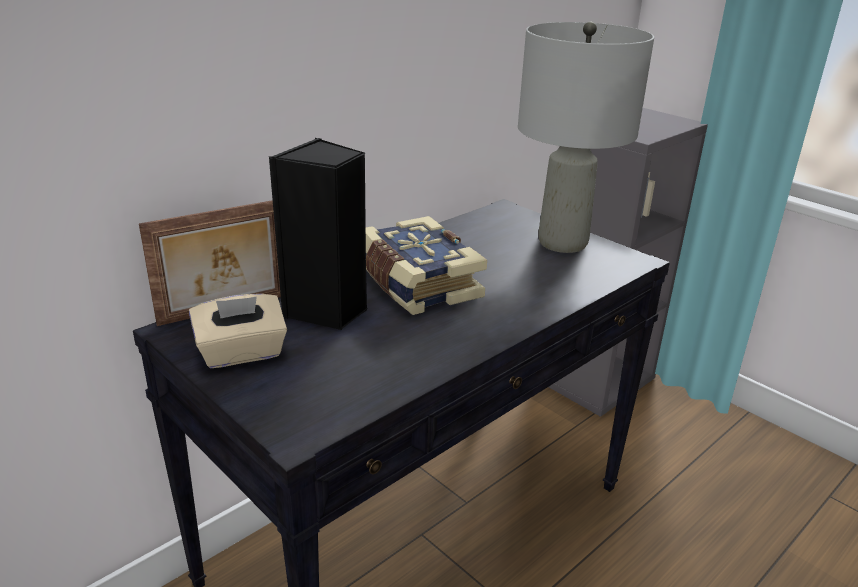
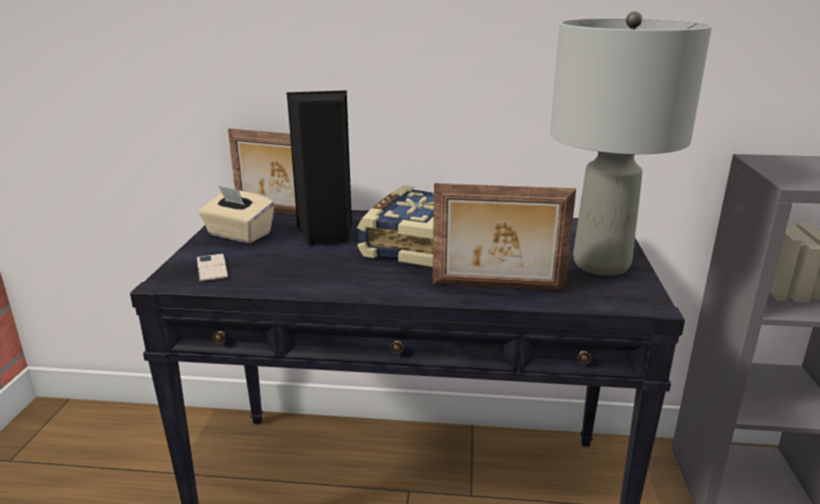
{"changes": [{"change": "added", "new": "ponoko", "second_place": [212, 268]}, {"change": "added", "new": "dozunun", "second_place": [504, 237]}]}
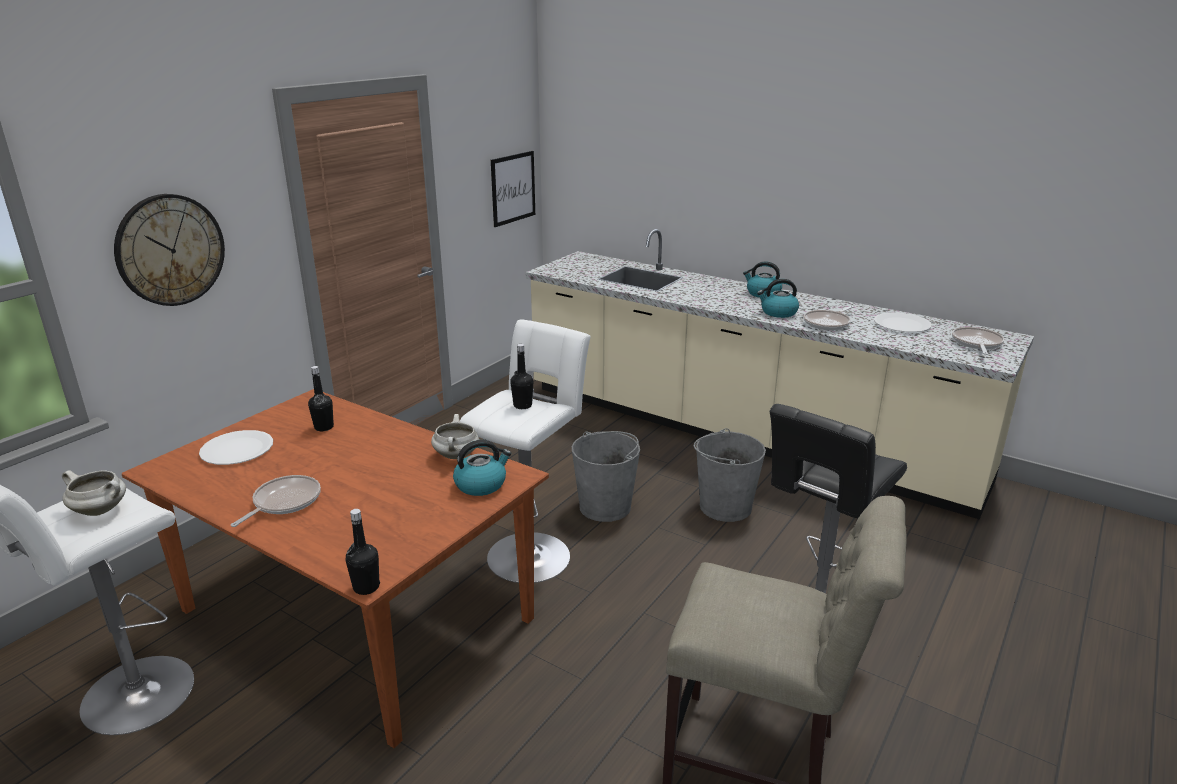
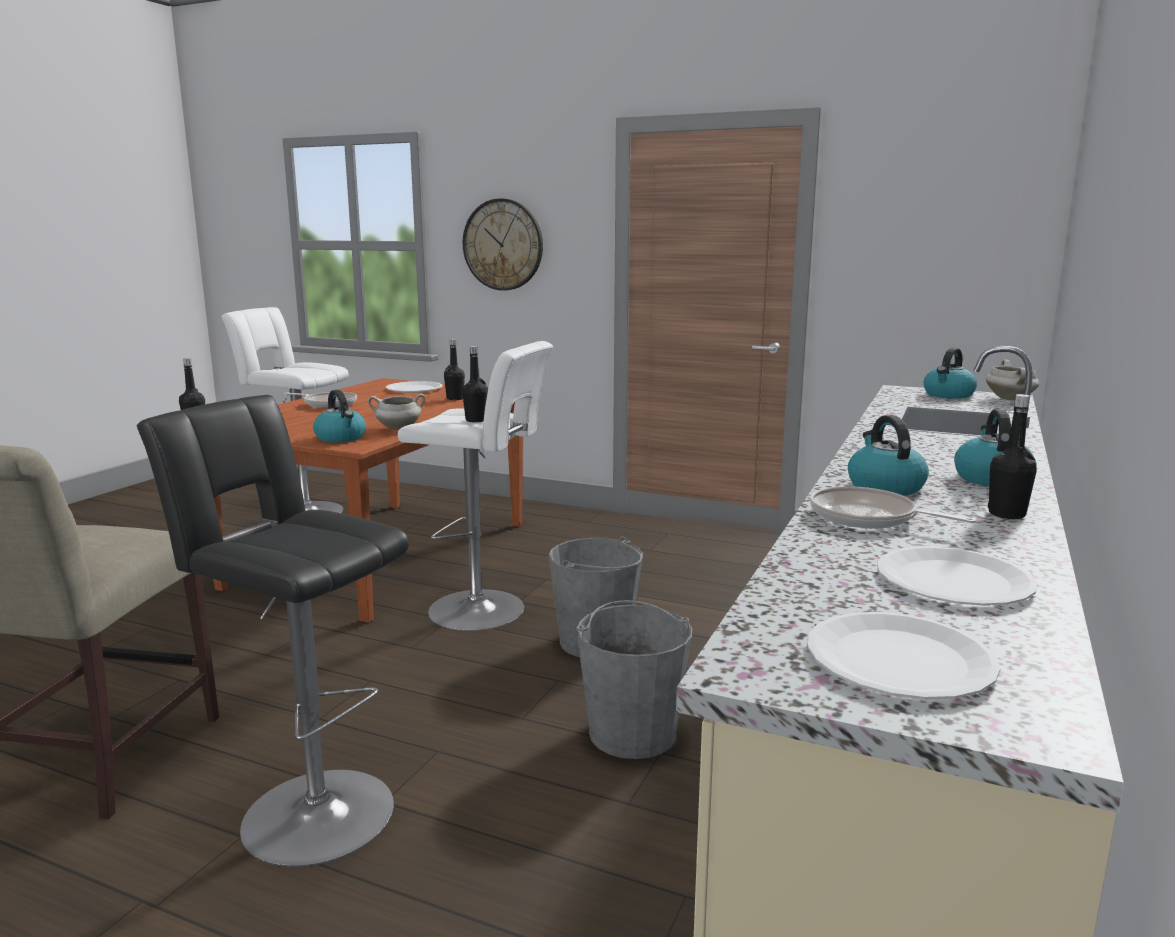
{"changes": [{"change": "moved", "old": "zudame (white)", "first_place": [94, 493], "second_place": [1012, 380]}, {"change": "removed", "old": "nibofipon", "first_place": [513, 189]}, {"change": "replaced", "old": "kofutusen", "new": "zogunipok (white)", "first_place": [978, 341], "second_place": [904, 656]}, {"change": "added", "new": "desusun", "second_place": [950, 373]}, {"change": "added", "new": "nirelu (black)", "second_place": [1012, 456]}]}
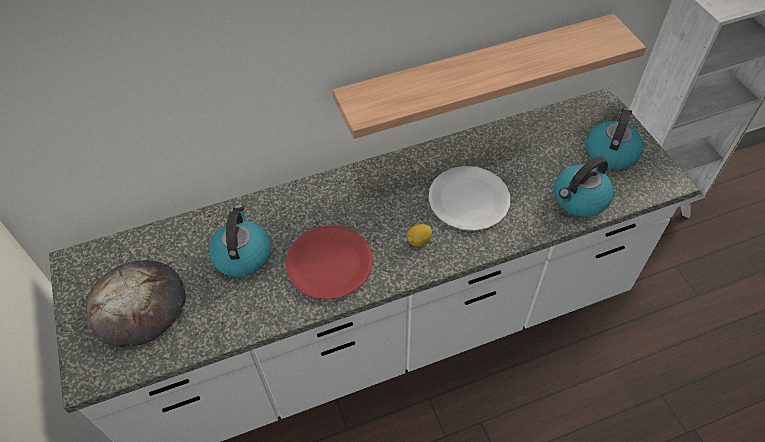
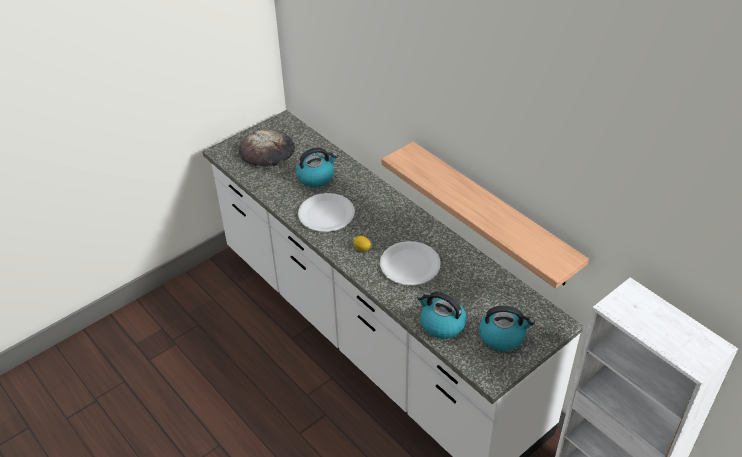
{"changes": [{"change": "recoloured", "old": "zogunipok (red)", "new": "zogunipok (white)", "first_place": [329, 262], "second_place": [326, 212]}]}
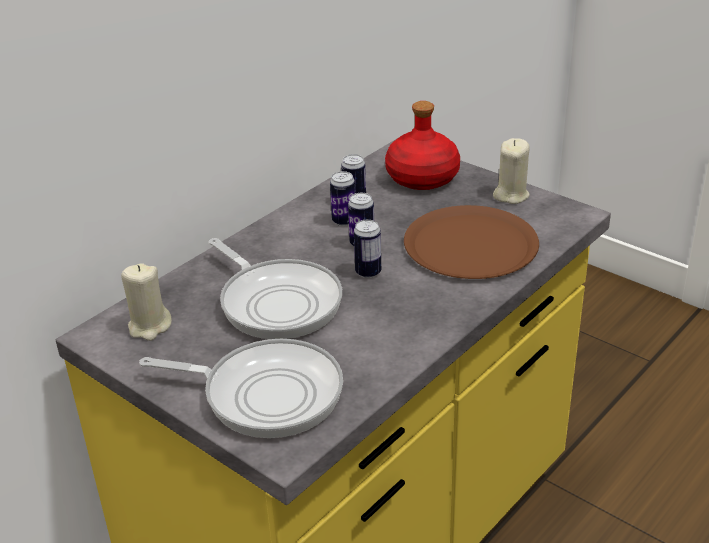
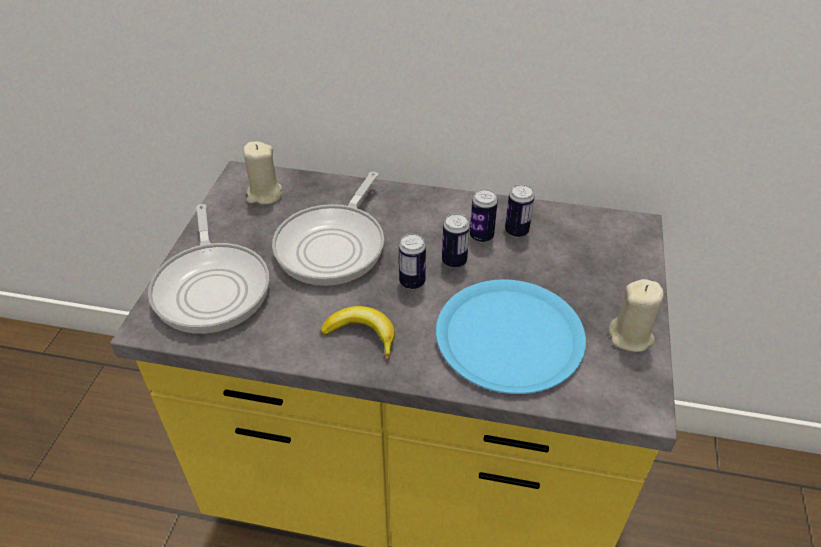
{"changes": [{"change": "removed", "old": "nirelu (red)", "first_place": [422, 145]}, {"change": "recoloured", "old": "zogunipok (brown)", "new": "zogunipok (blue)", "first_place": [471, 242], "second_place": [511, 337]}, {"change": "added", "new": "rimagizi", "second_place": [358, 332]}]}
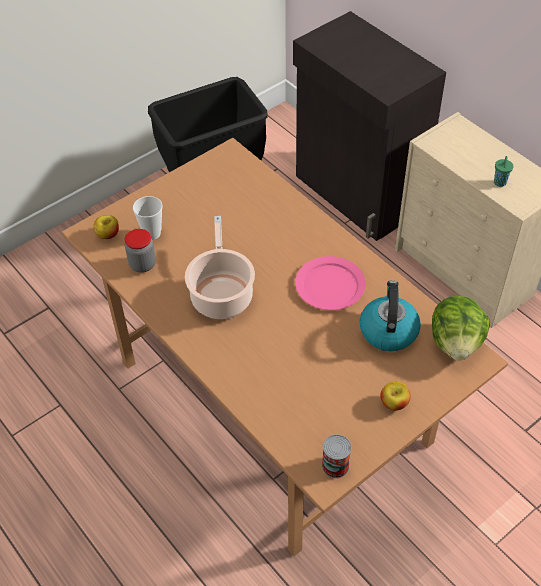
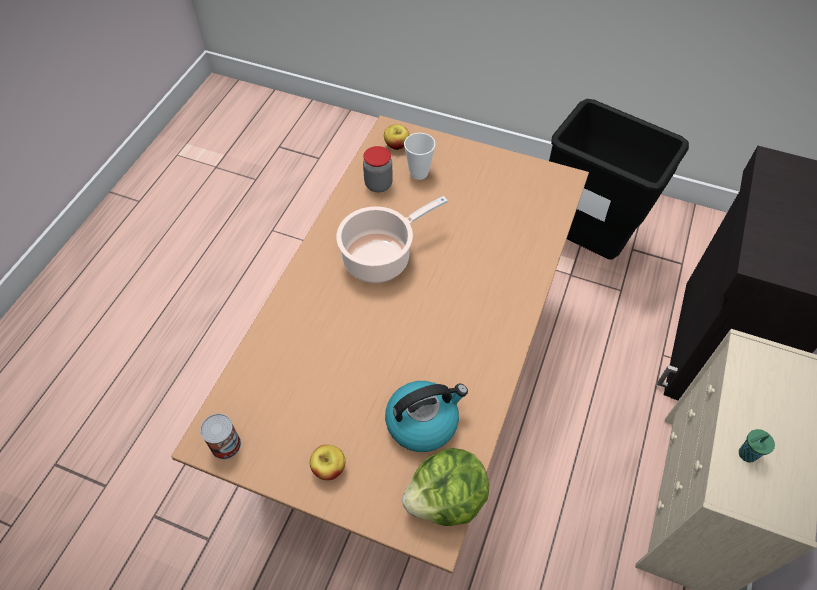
{"changes": [{"change": "removed", "old": "zogunipok (pink)", "first_place": [330, 283]}]}
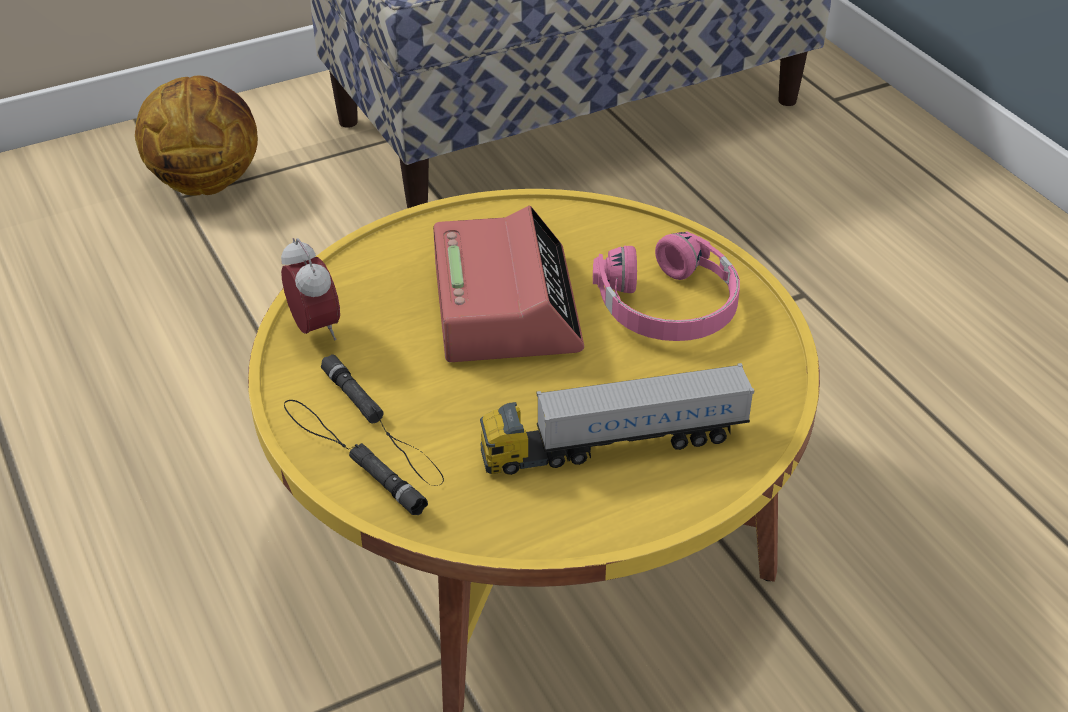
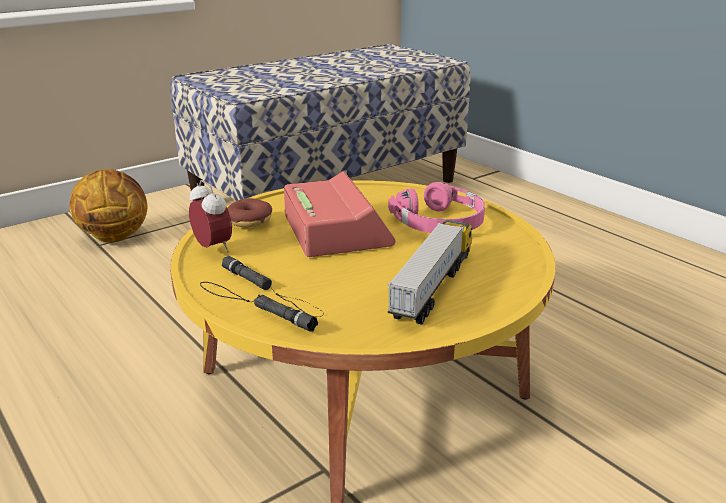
{"changes": [{"change": "turned", "old": "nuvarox", "first_place": [617, 419], "second_place": [430, 272], "degrees": 135}, {"change": "added", "new": "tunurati", "second_place": [250, 212]}]}
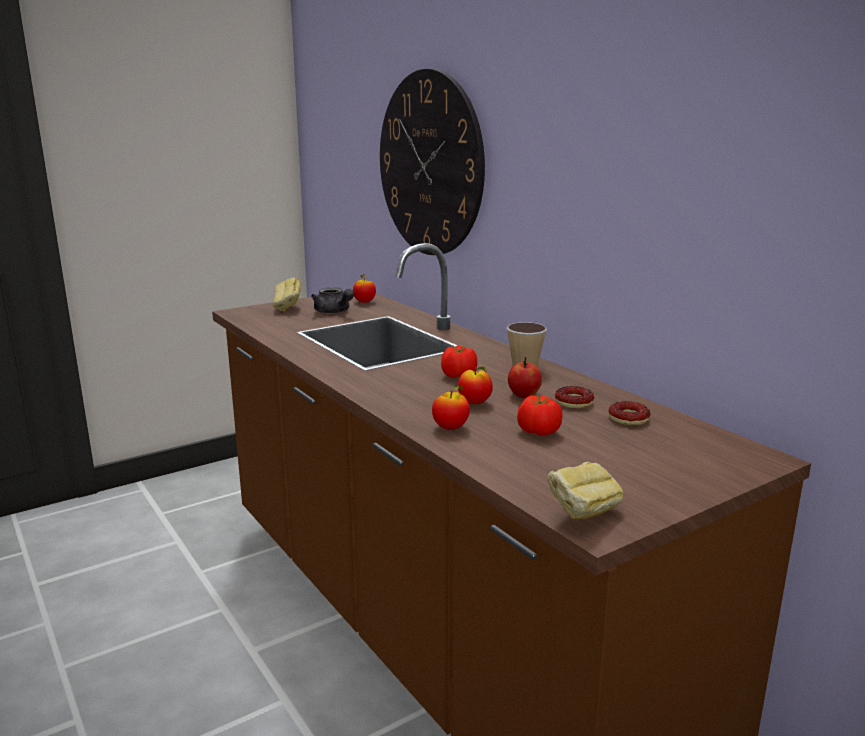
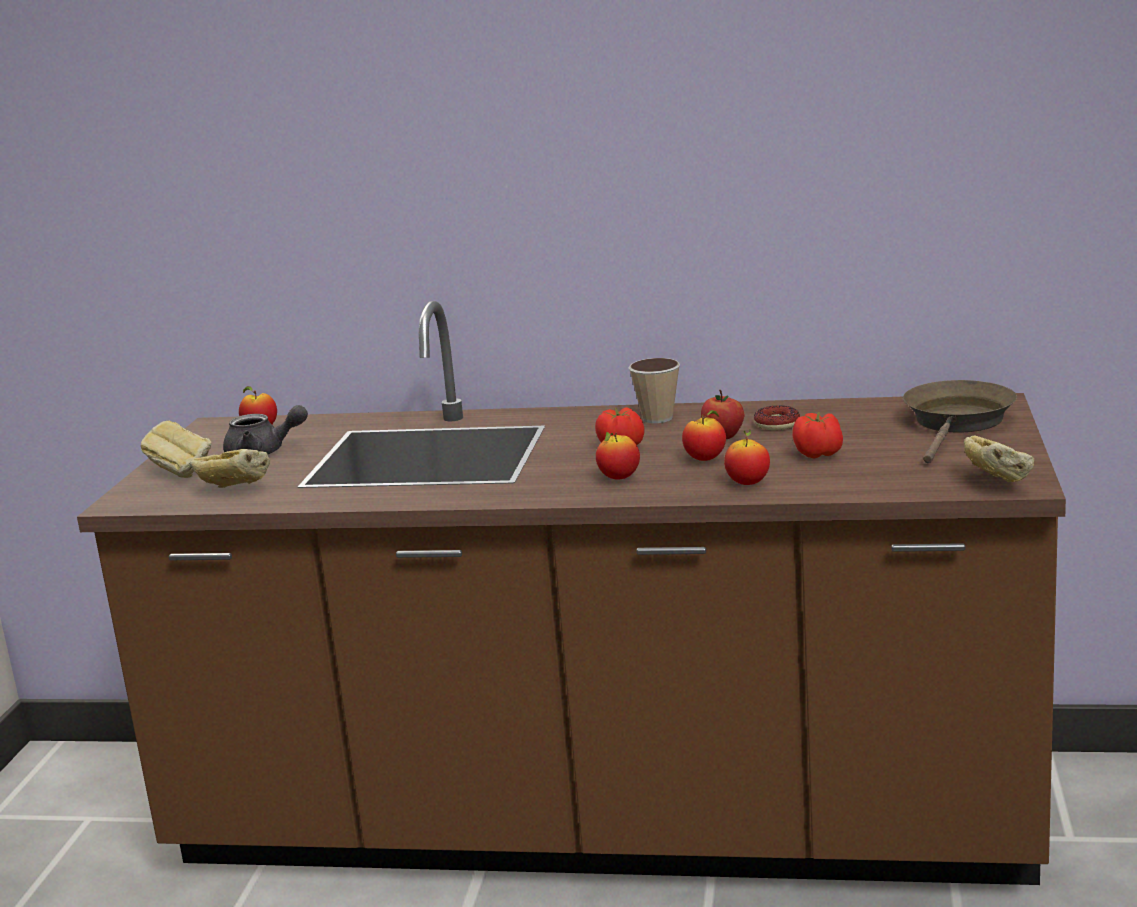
{"changes": [{"change": "removed", "old": "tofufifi", "first_place": [432, 162]}, {"change": "removed", "old": "tunurati", "first_place": [629, 413]}, {"change": "added", "new": "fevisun", "second_place": [229, 468]}, {"change": "added", "new": "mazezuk", "second_place": [618, 456]}, {"change": "added", "new": "kofutusen (brown)", "second_place": [960, 421]}]}
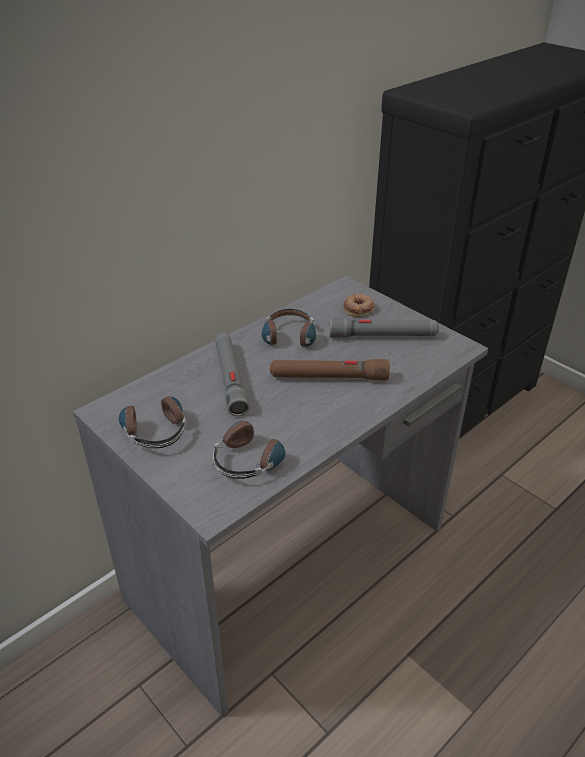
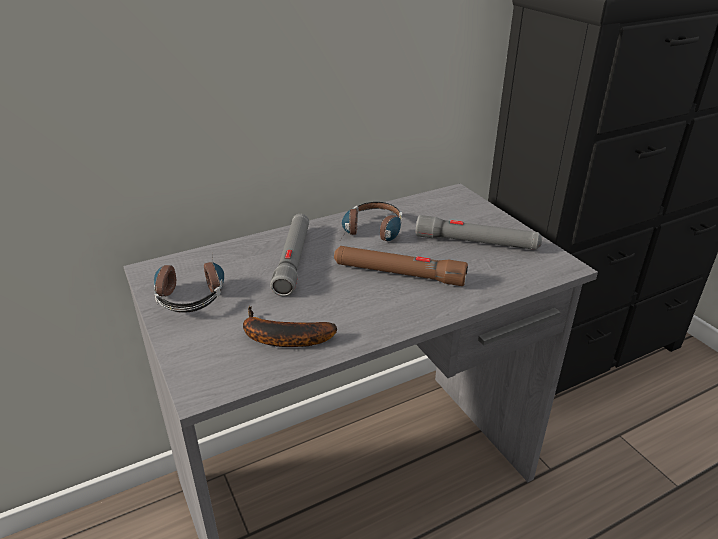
{"changes": [{"change": "replaced", "old": "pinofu", "new": "rimagizi", "first_place": [255, 450], "second_place": [290, 326]}, {"change": "removed", "old": "tunurati", "first_place": [359, 305]}]}
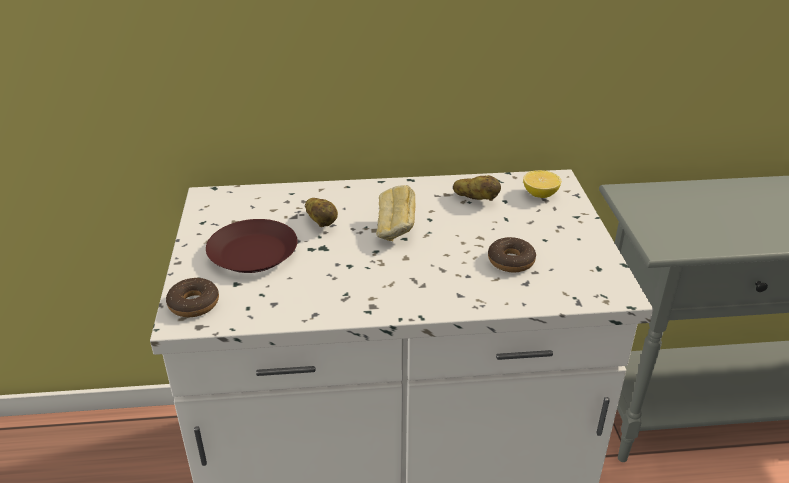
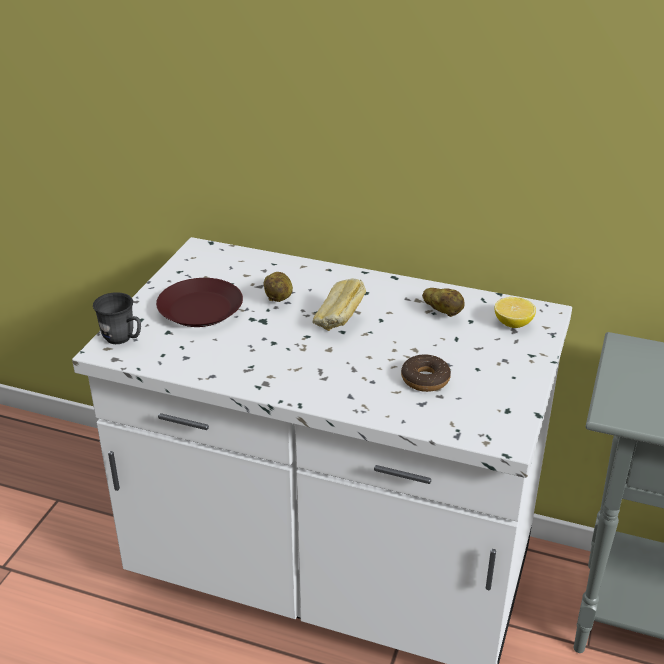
{"changes": [{"change": "replaced", "old": "tunurati", "new": "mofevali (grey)", "first_place": [192, 297], "second_place": [117, 318]}]}
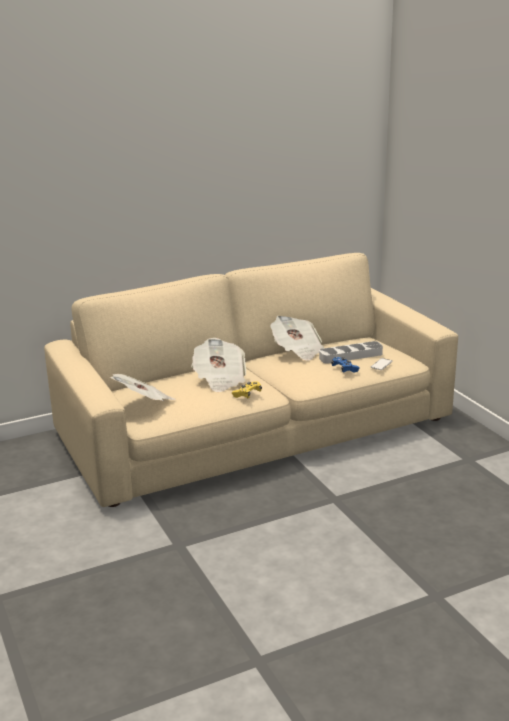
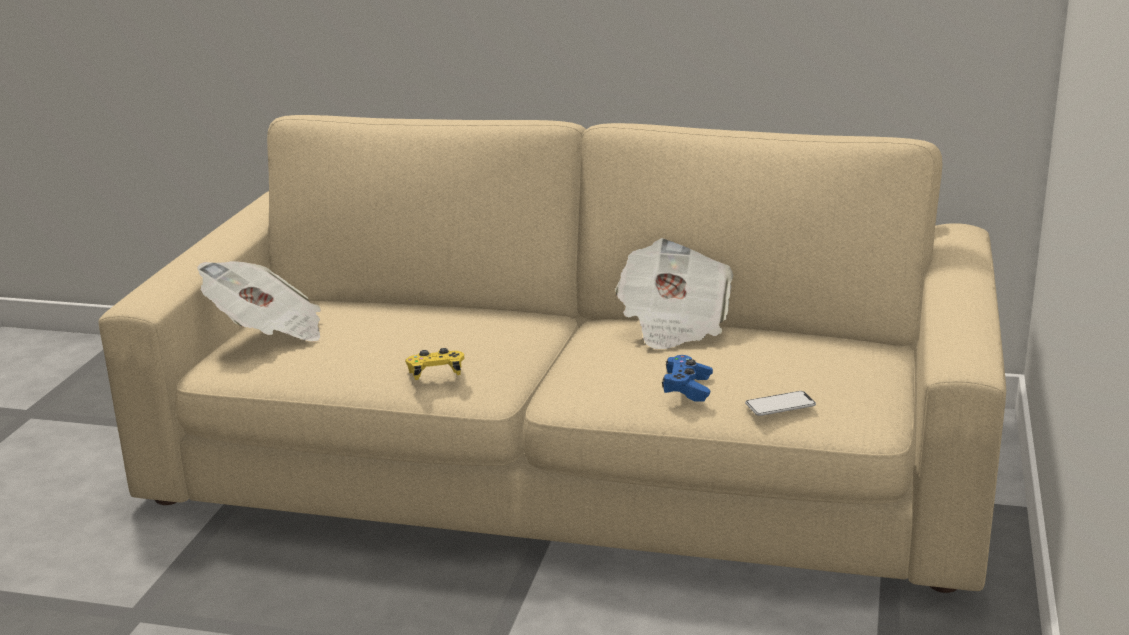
{"changes": [{"change": "removed", "old": "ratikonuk", "first_place": [219, 365]}, {"change": "removed", "old": "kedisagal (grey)", "first_place": [351, 352]}]}
